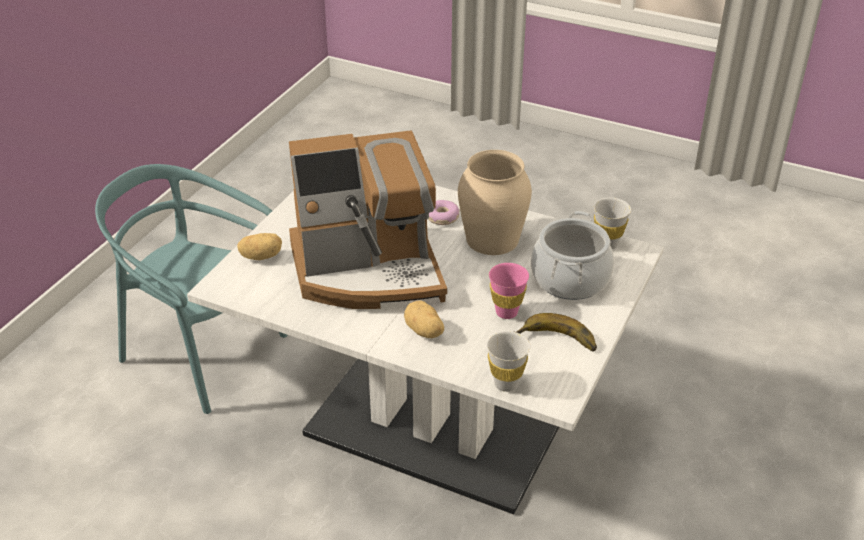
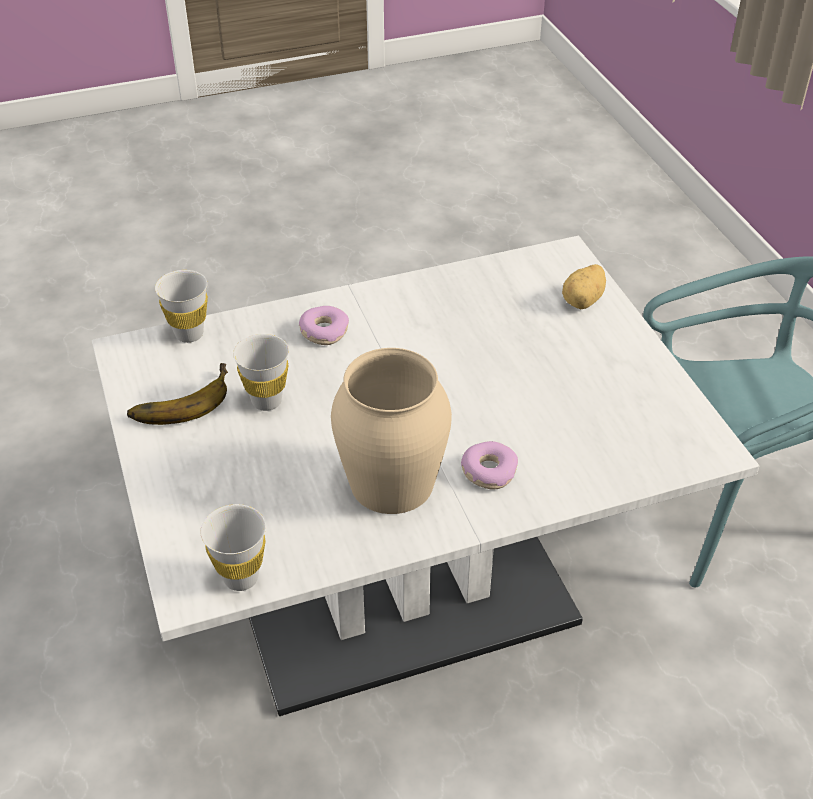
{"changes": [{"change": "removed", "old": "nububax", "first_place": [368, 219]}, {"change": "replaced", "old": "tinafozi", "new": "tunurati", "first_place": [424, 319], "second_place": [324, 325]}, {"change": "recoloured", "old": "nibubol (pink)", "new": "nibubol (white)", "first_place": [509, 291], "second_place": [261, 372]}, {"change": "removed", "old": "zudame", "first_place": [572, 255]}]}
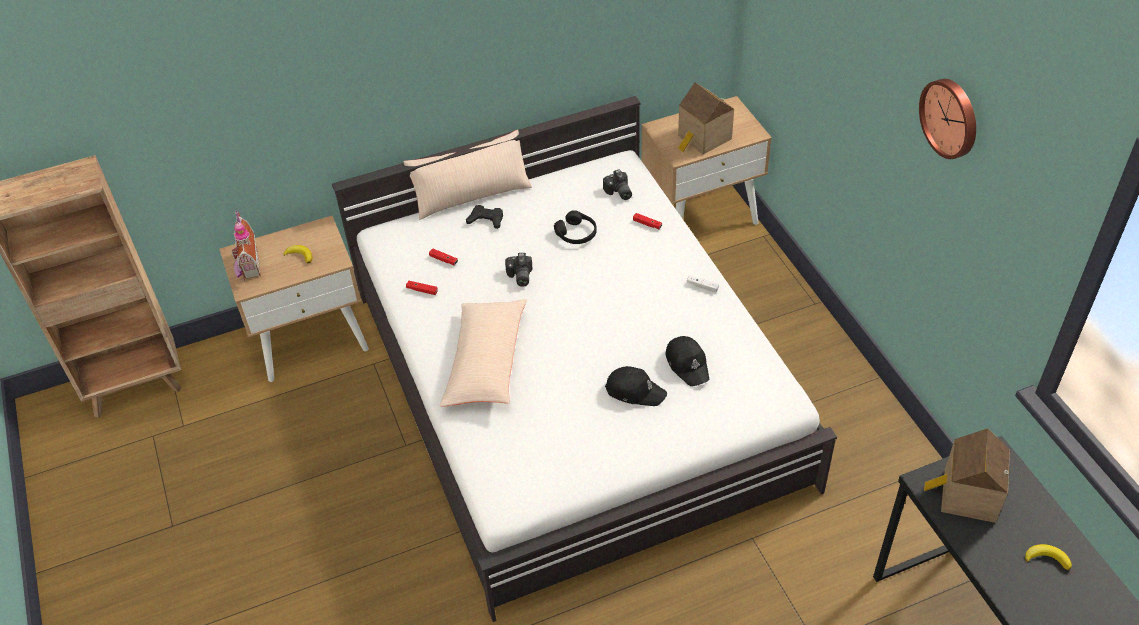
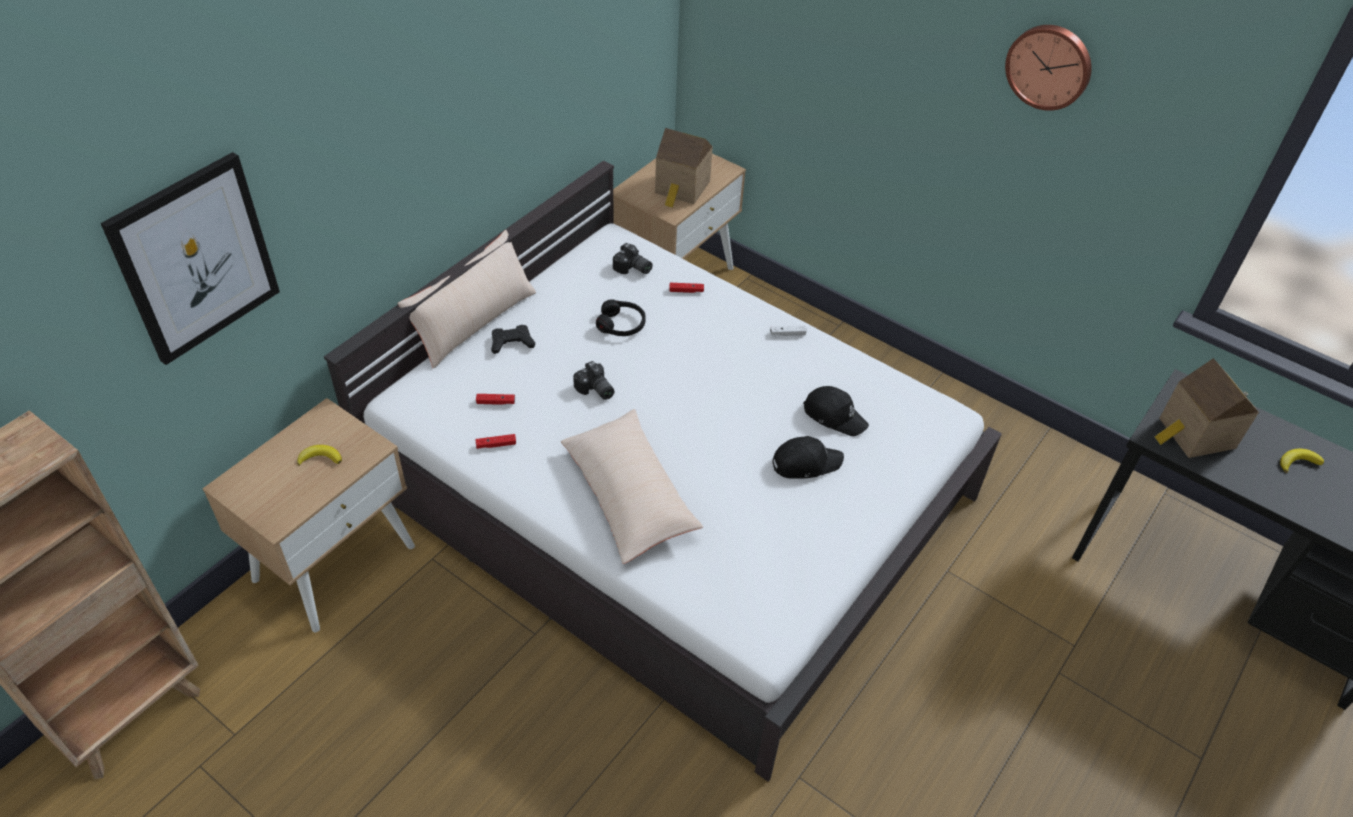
{"changes": [{"change": "removed", "old": "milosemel", "first_place": [245, 246]}, {"change": "added", "new": "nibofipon", "second_place": [190, 258]}]}
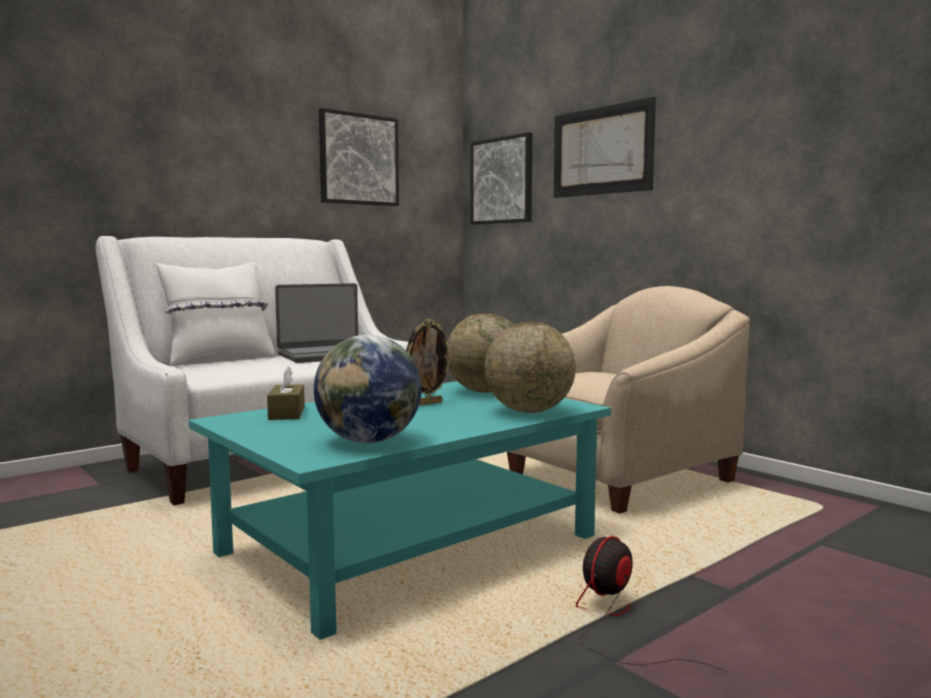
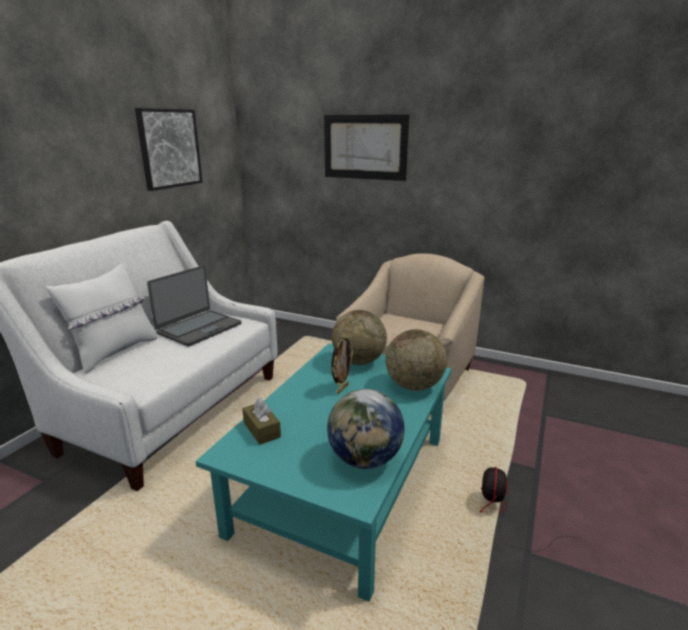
{"changes": [{"change": "removed", "old": "nibofipon", "first_place": [501, 178]}]}
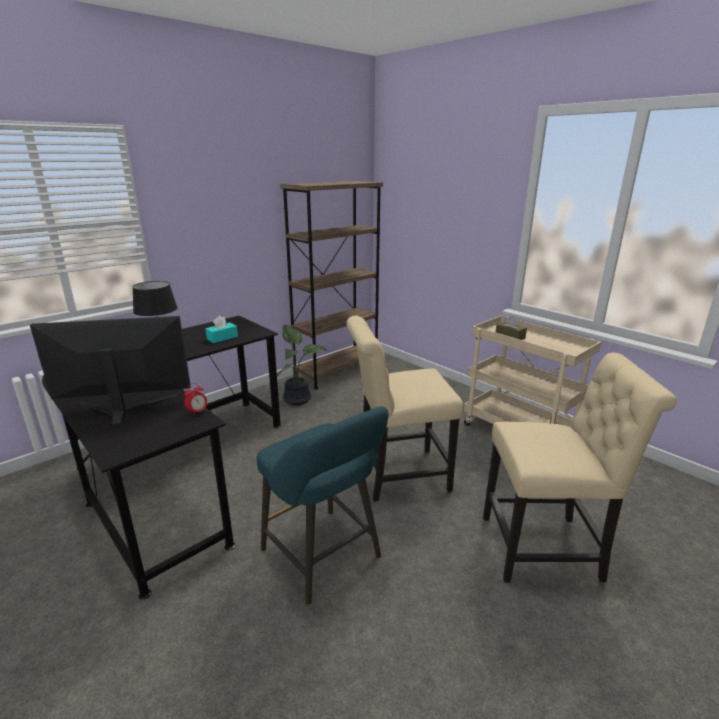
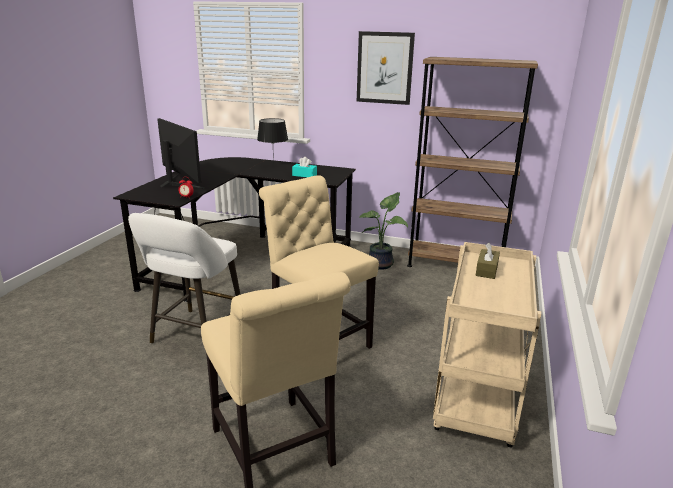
{"changes": [{"change": "recoloured", "old": "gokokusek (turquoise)", "new": "gokokusek (white)", "first_place": [322, 505], "second_place": [184, 278]}, {"change": "added", "new": "nibofipon", "second_place": [386, 68]}]}
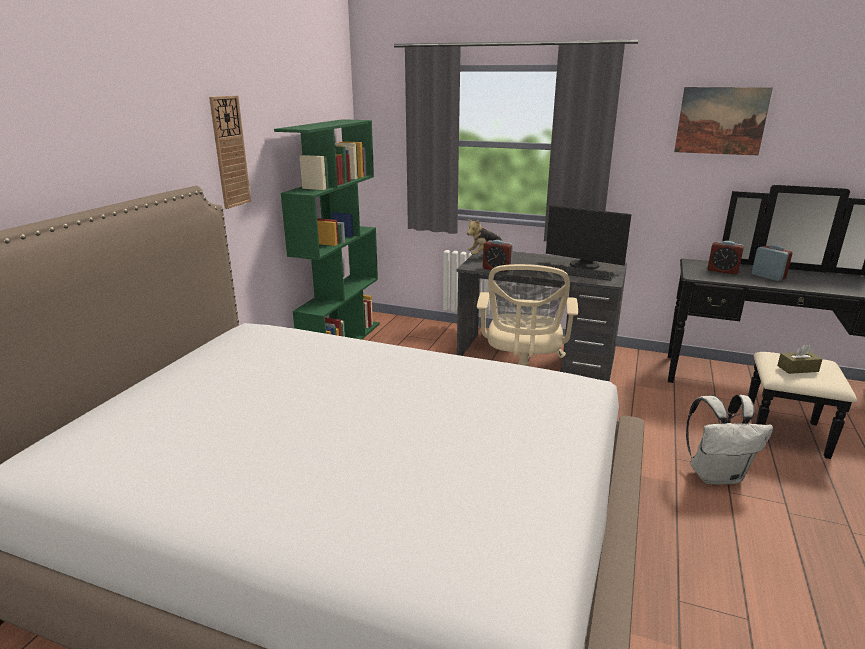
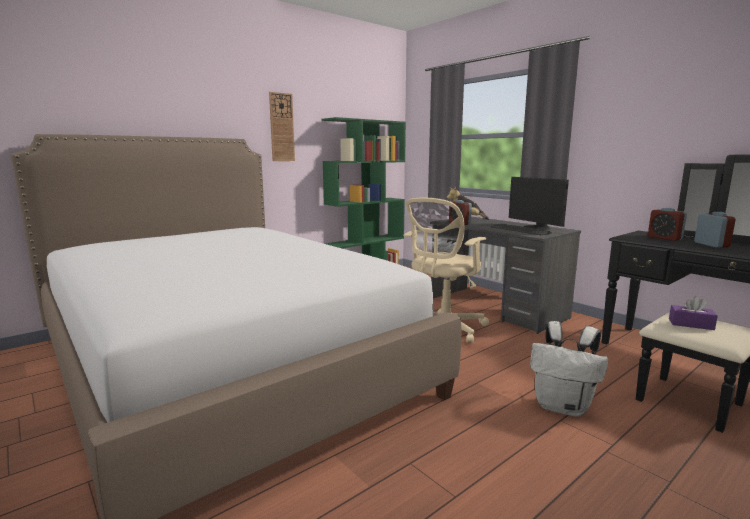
{"changes": [{"change": "removed", "old": "nibofipon", "first_place": [723, 121]}, {"change": "recoloured", "old": "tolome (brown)", "new": "tolome (purple)", "first_place": [800, 359], "second_place": [693, 313]}]}
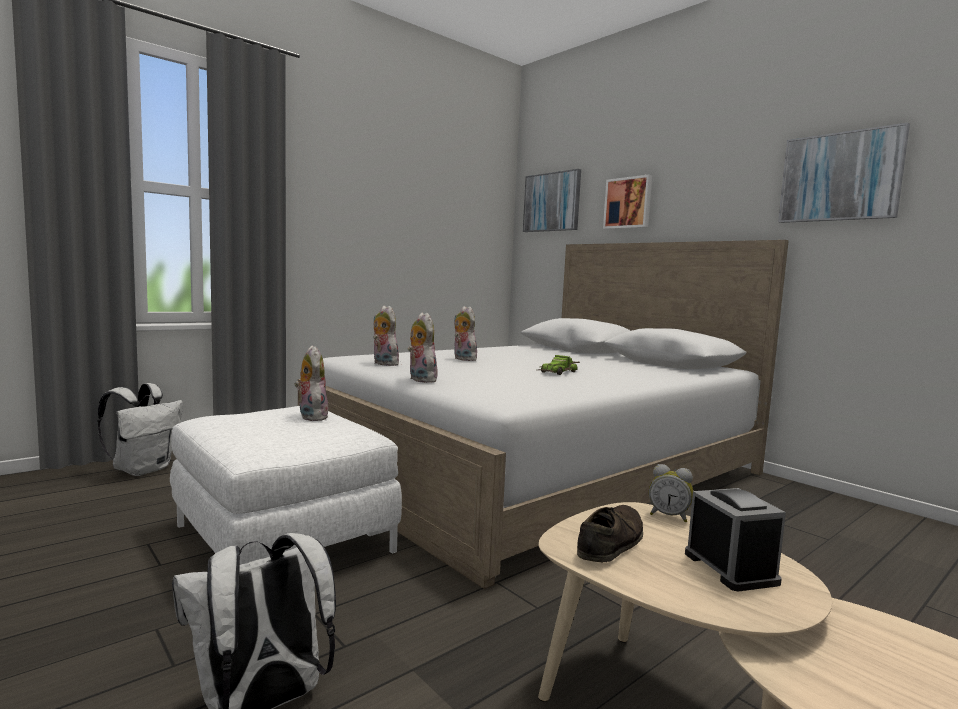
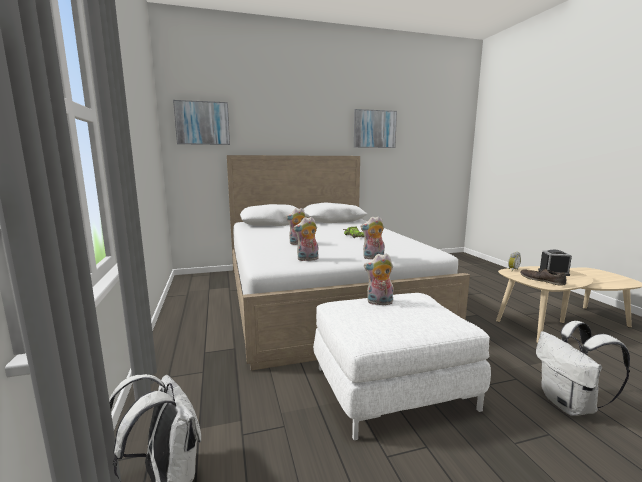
{"changes": [{"change": "removed", "old": "nibofipon", "first_place": [627, 202]}]}
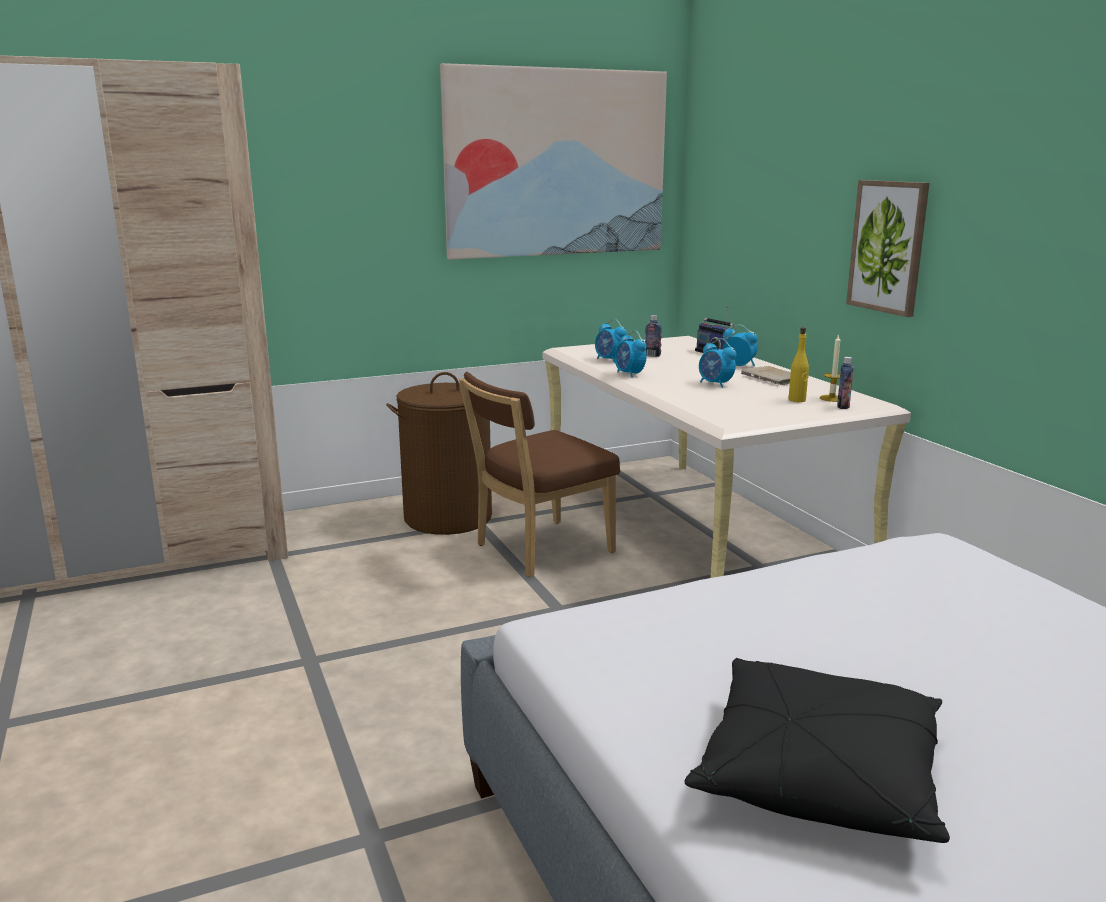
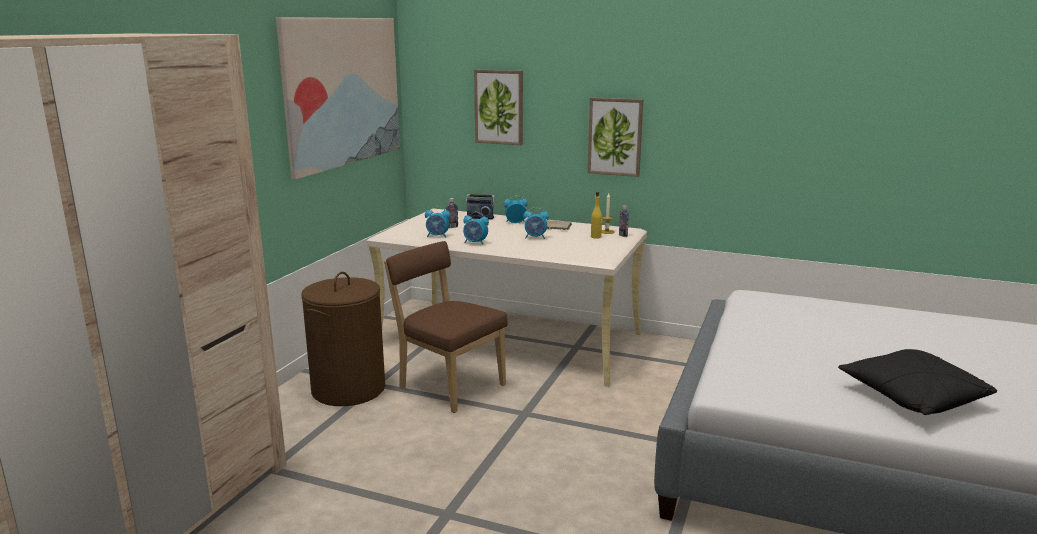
{"changes": [{"change": "turned", "old": "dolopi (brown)", "first_place": [539, 474], "second_place": [446, 327], "degrees": 120}, {"change": "added", "new": "nibofipon", "second_place": [498, 107]}]}
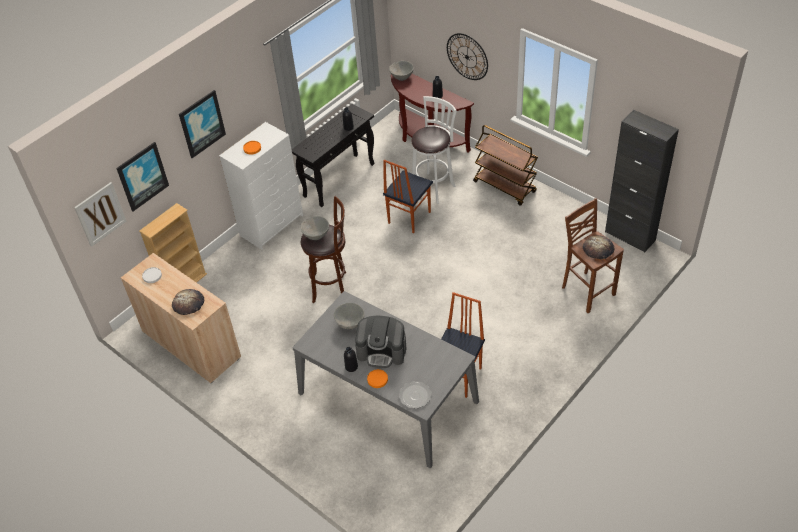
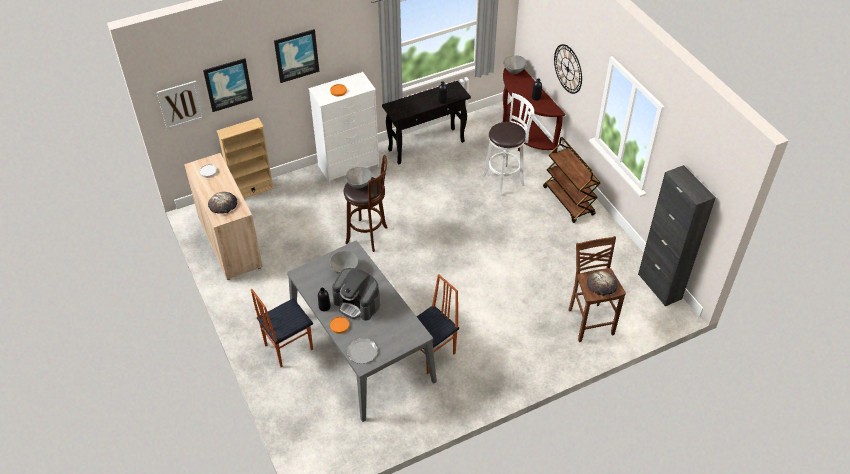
{"changes": [{"change": "moved", "old": "dolopi", "first_place": [408, 196], "second_place": [282, 328]}]}
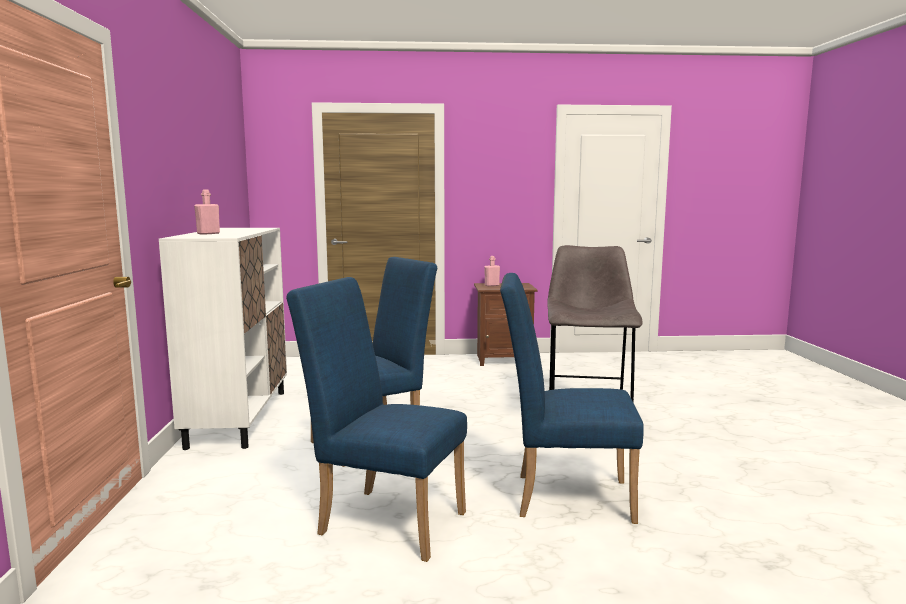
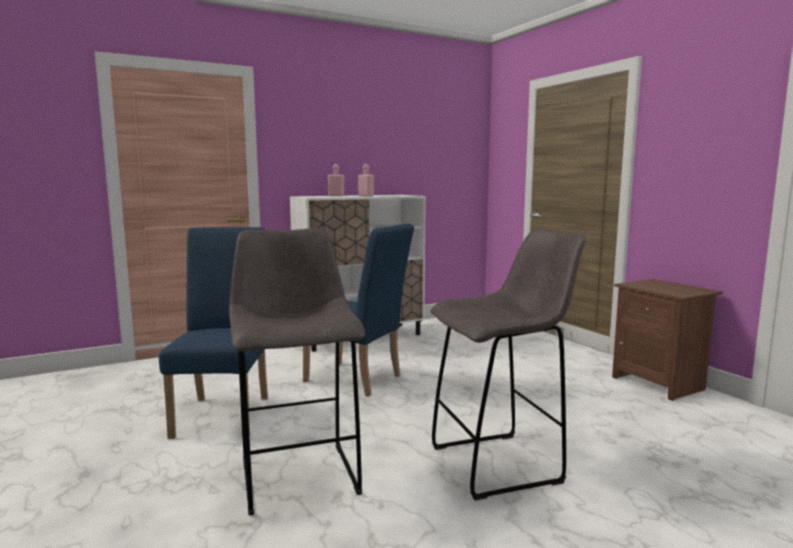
{"changes": [{"change": "moved", "old": "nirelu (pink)", "first_place": [492, 271], "second_place": [366, 180]}, {"change": "replaced", "old": "dolopi (blue)", "new": "gokokusek (grey)", "first_place": [572, 398], "second_place": [297, 371]}]}
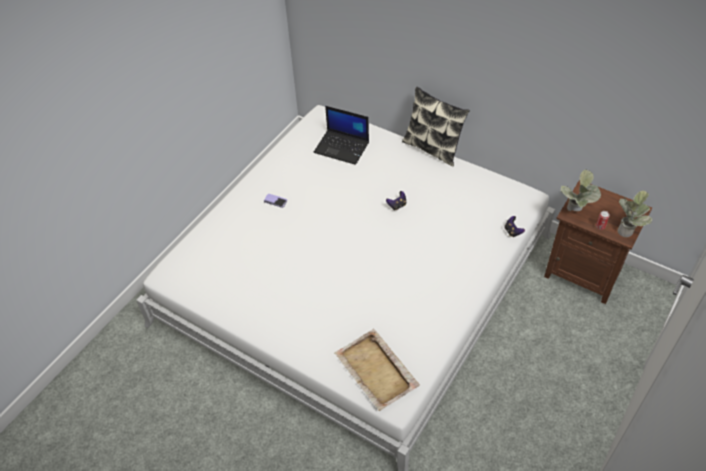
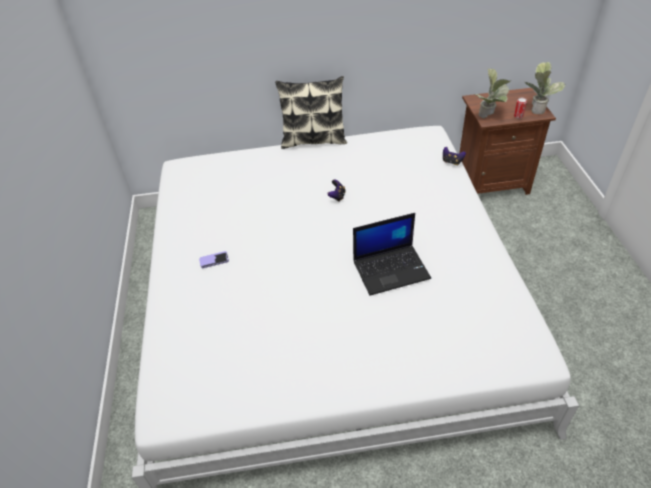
{"changes": [{"change": "moved", "old": "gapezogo", "first_place": [341, 135], "second_place": [392, 254]}, {"change": "removed", "old": "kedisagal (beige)", "first_place": [377, 370]}]}
